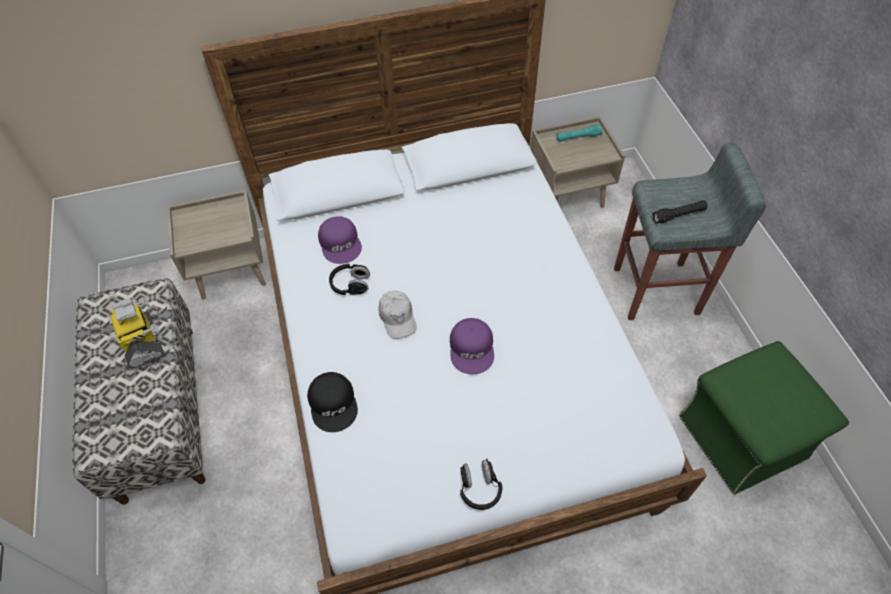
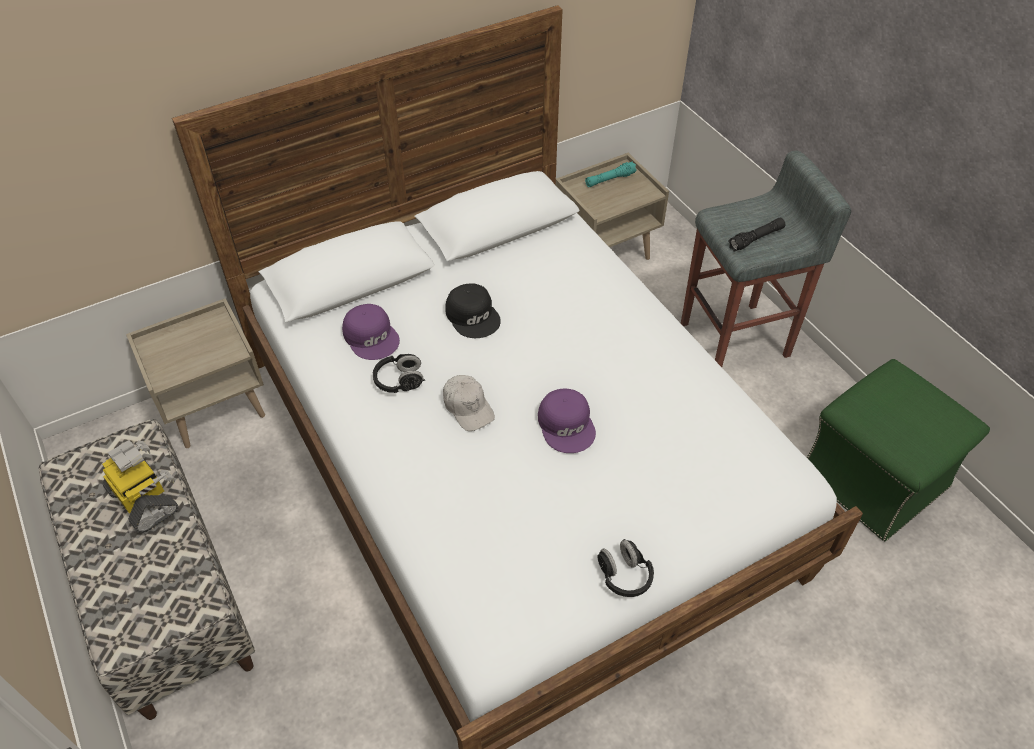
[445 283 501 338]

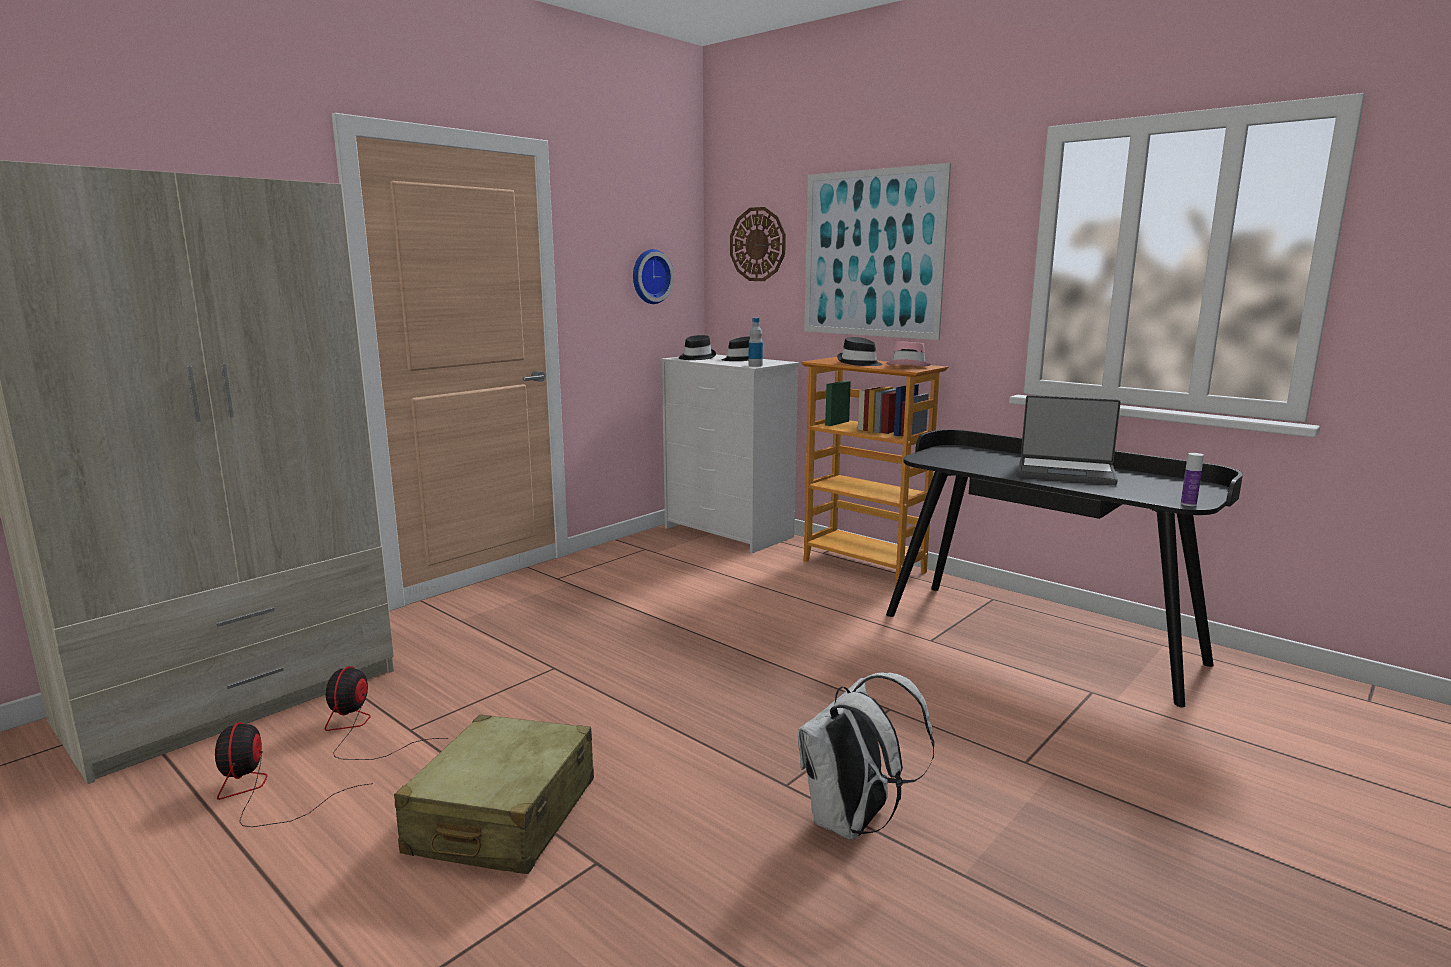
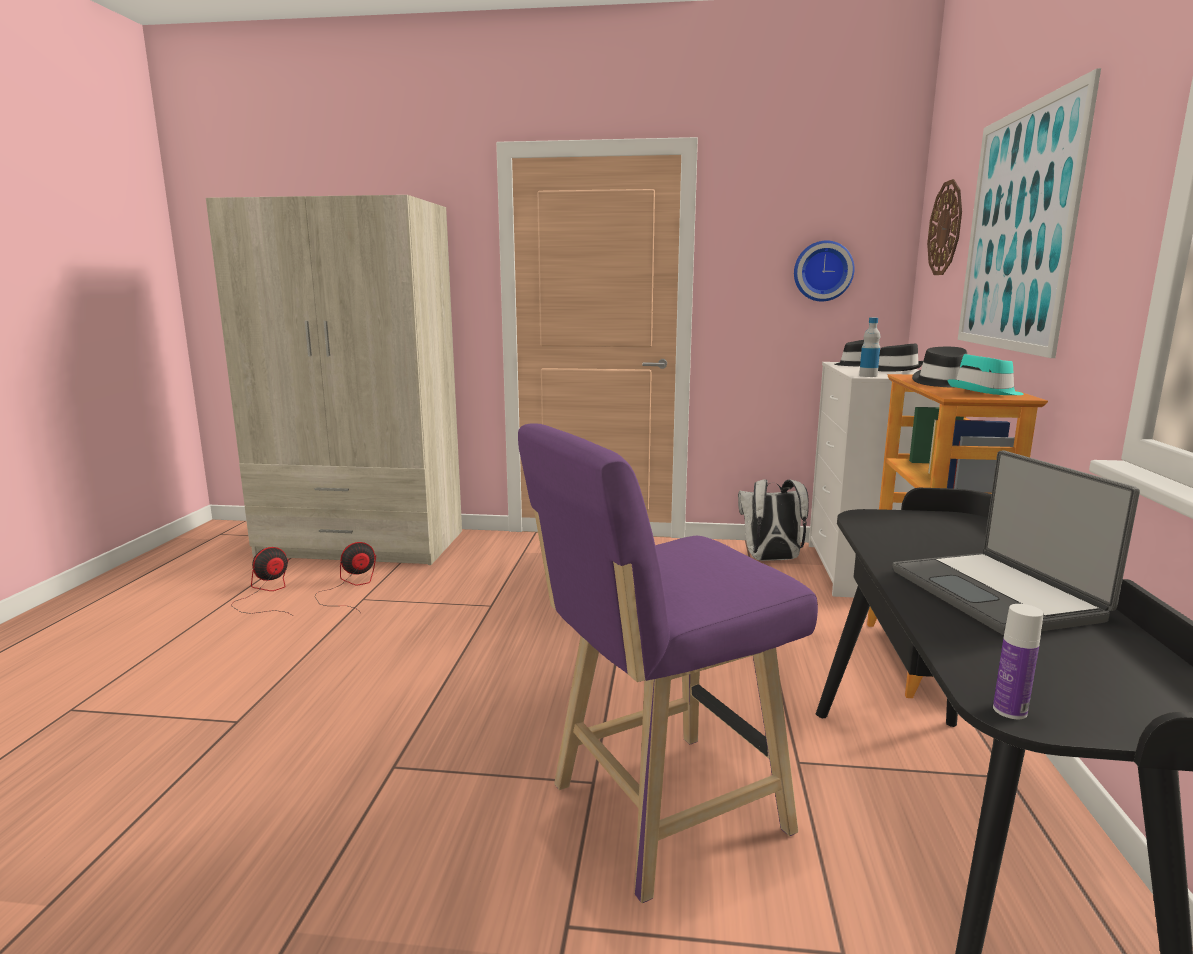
[518 423 818 903]
[738 479 809 561]
[948 354 1024 395]
[394 715 594 874] (first image)

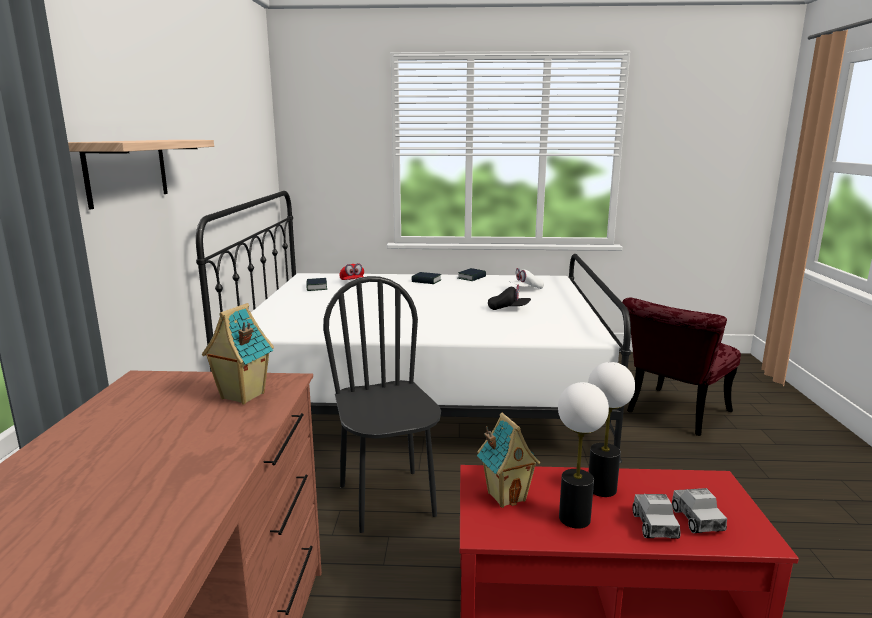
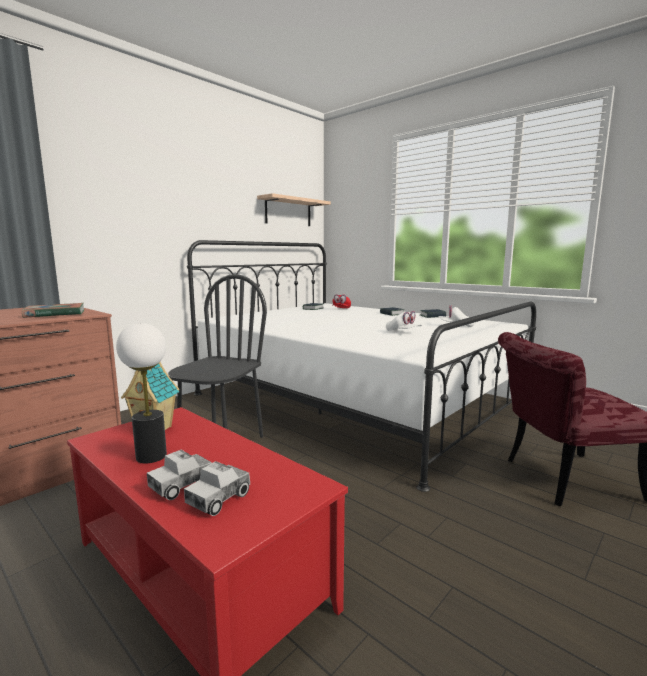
[22 303 84 318]
[257 193 331 226]
[386 311 422 331]
[588 362 635 497] (first image)

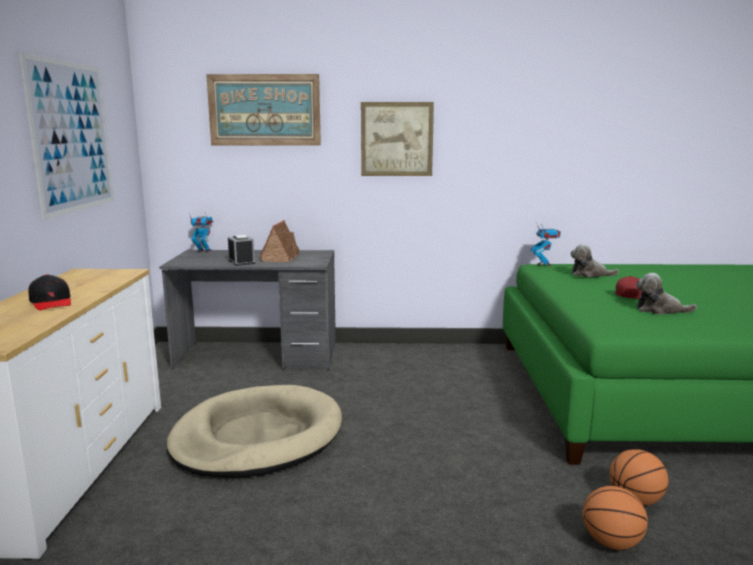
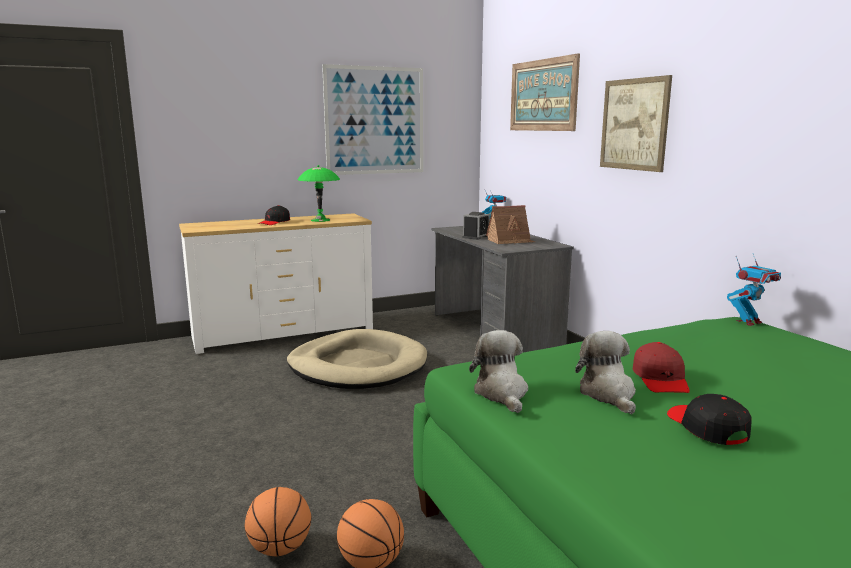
[298 165 340 222]
[469 330 528 413]
[667 394 752 445]

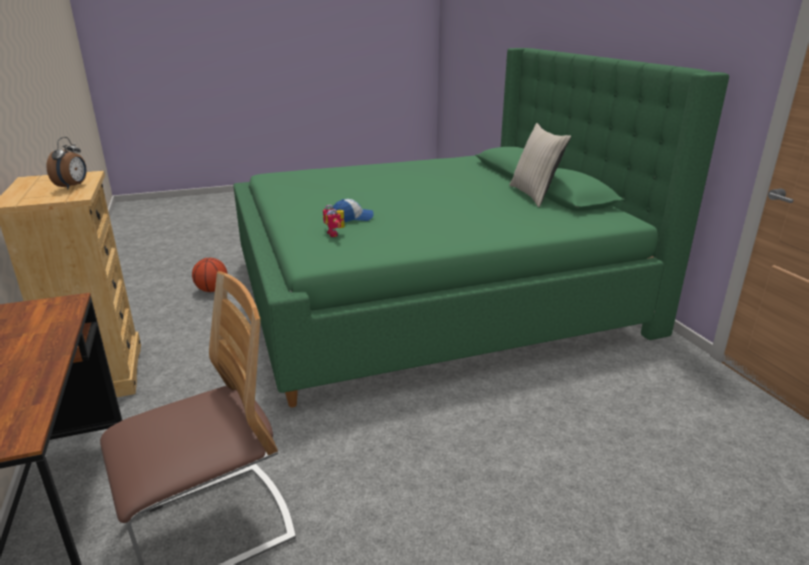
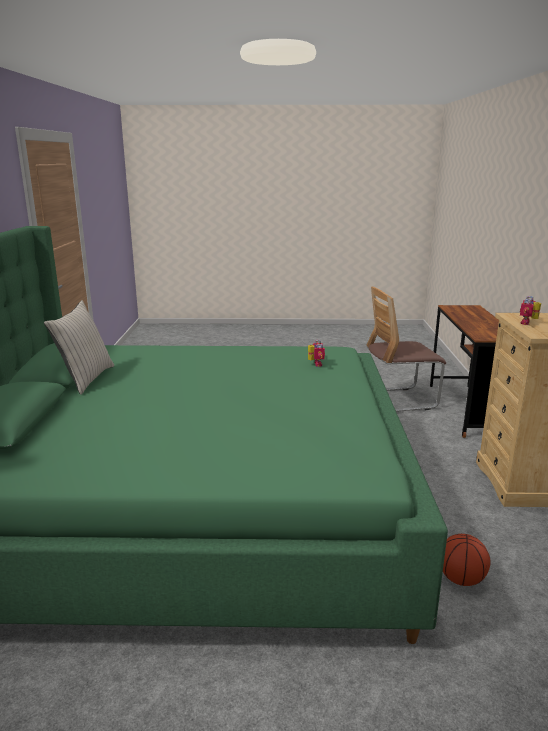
[520 296 541 325]
[333 199 374 222] (first image)

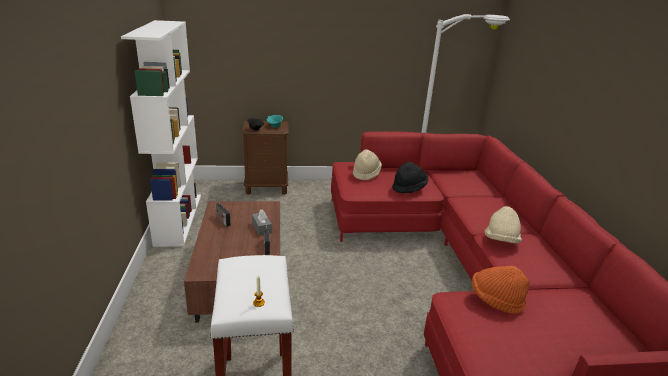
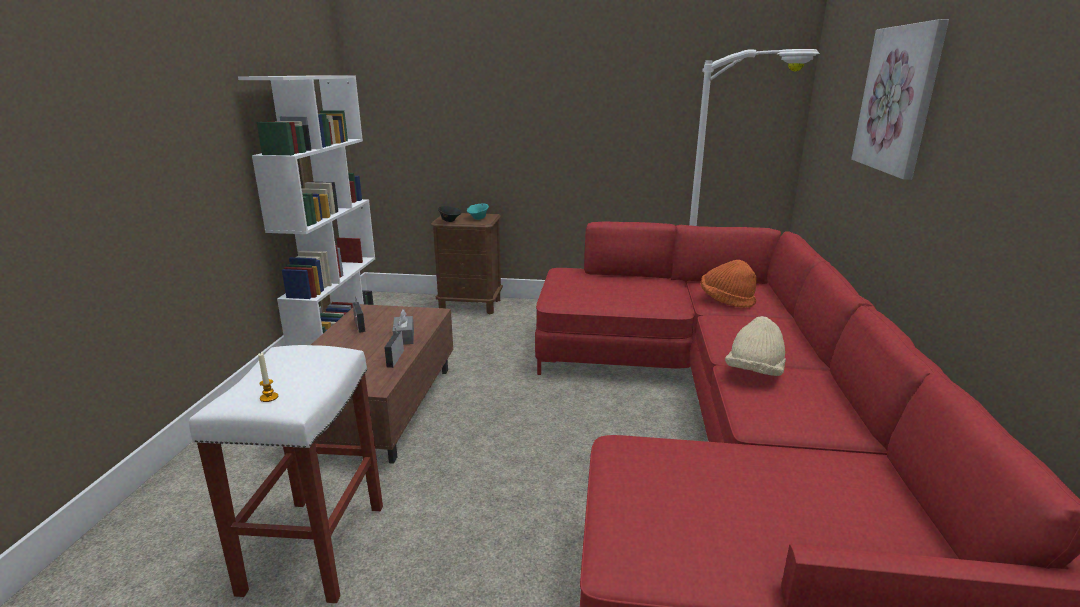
[701 260 757 308]
[851 19 949 180]
[353 149 382 181] (first image)
[392 162 428 193] (first image)

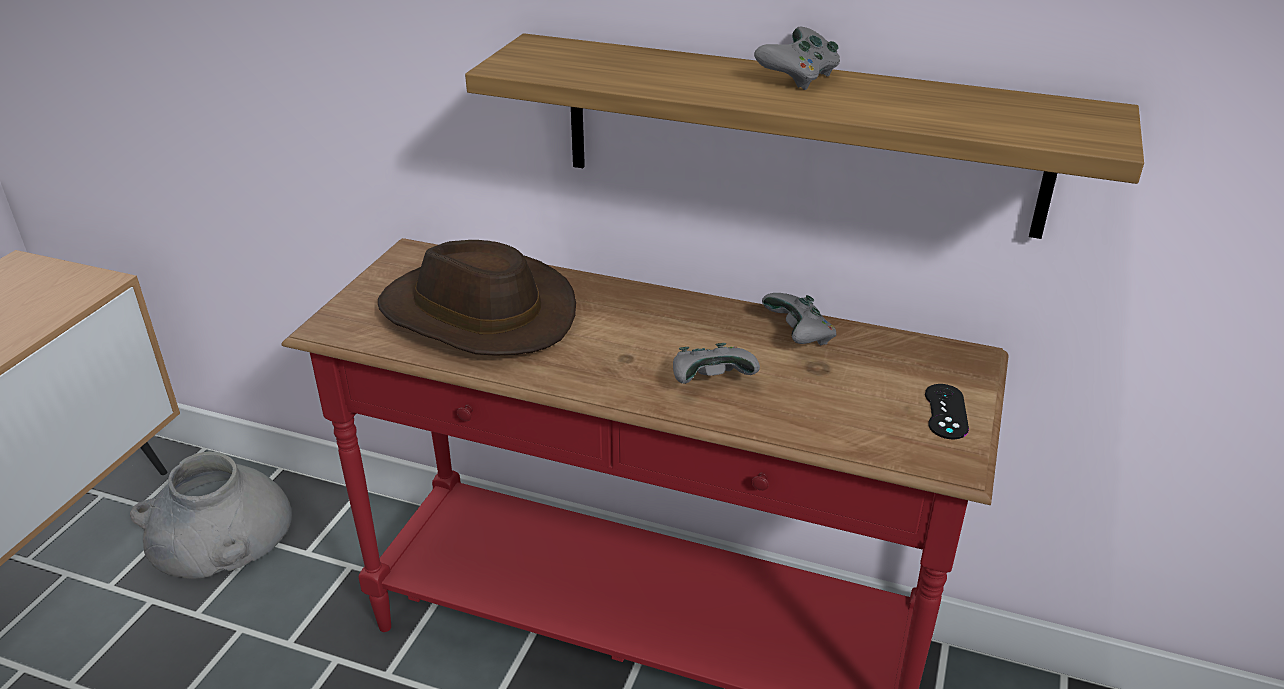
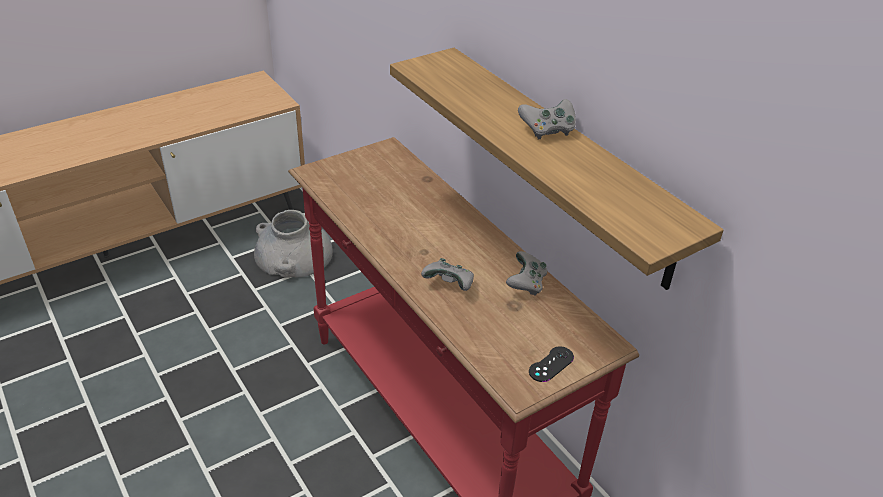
[378 240 576 356] (first image)

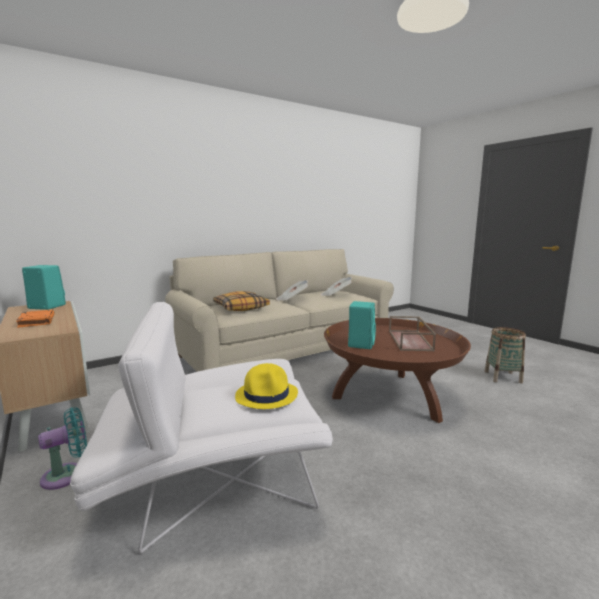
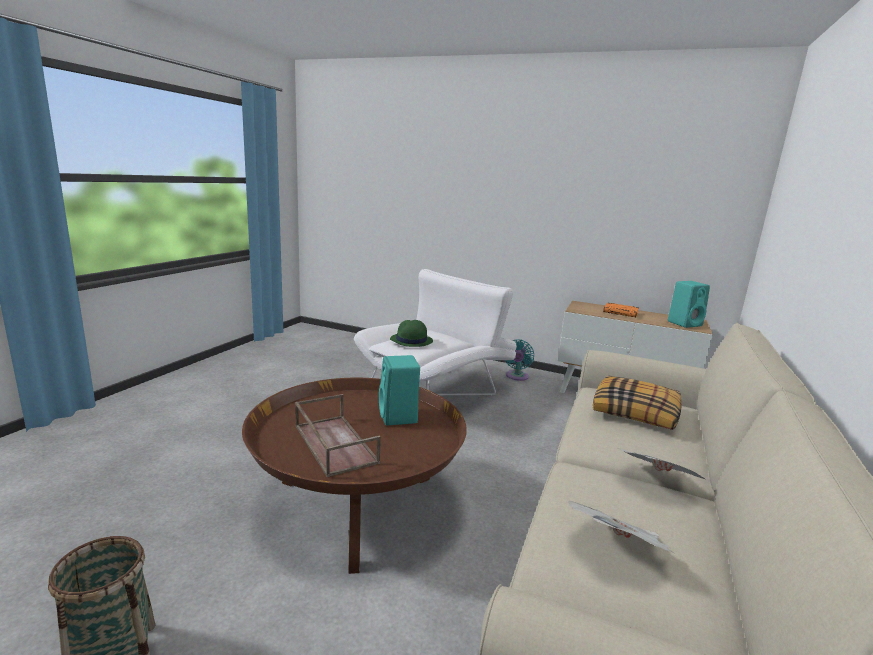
[390 320 433 347]

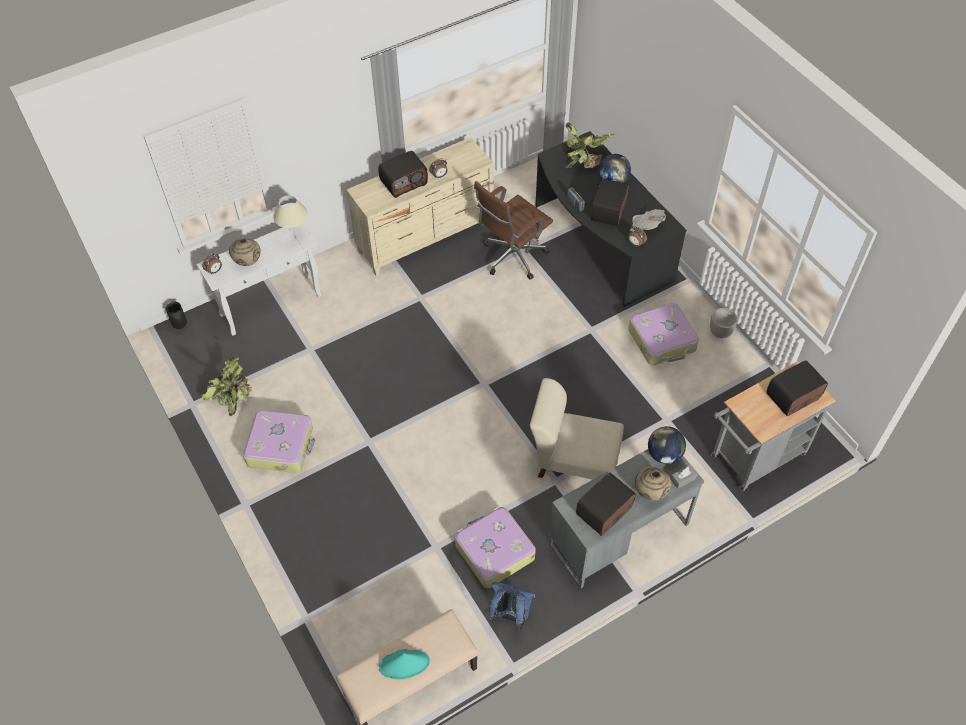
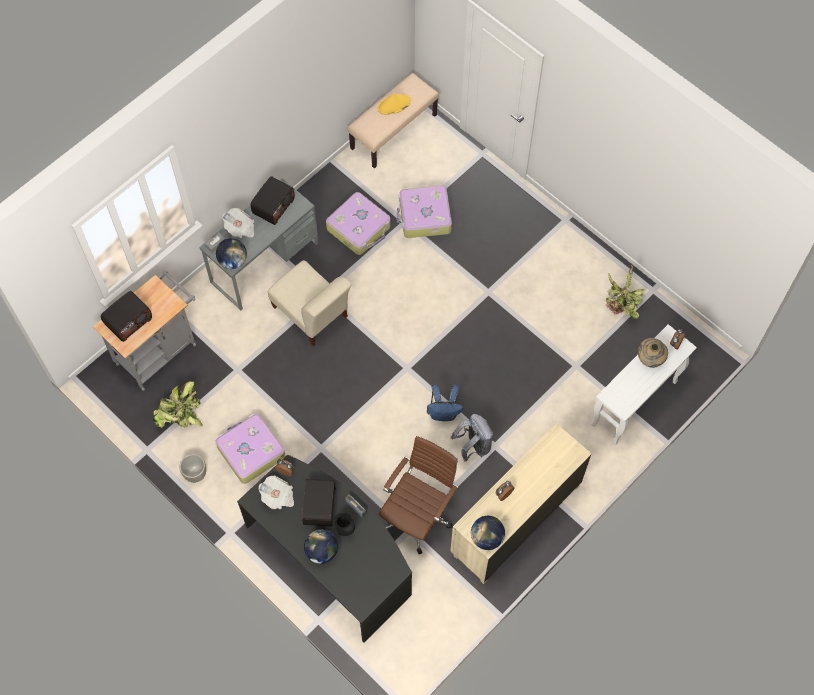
[153 381 203 428]
[222 208 254 238]
[268 260 352 346]
[334 513 355 536]
[378 94 411 115]
[397 186 452 238]
[427 384 463 421]
[451 414 494 462]
[471 516 505 550]
[273 195 308 238] (first image)
[378 151 428 198] (first image)

